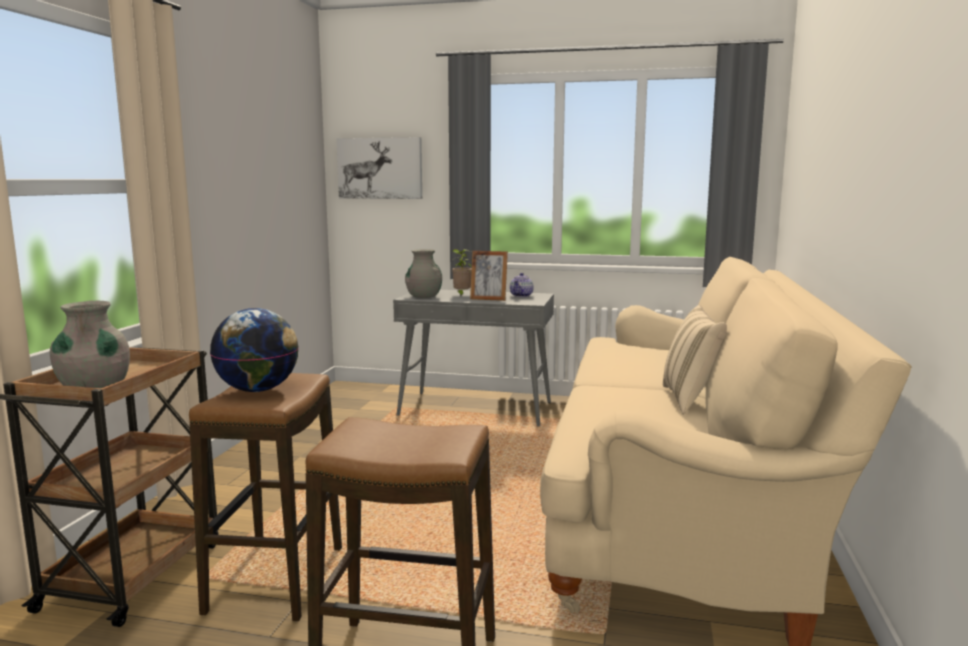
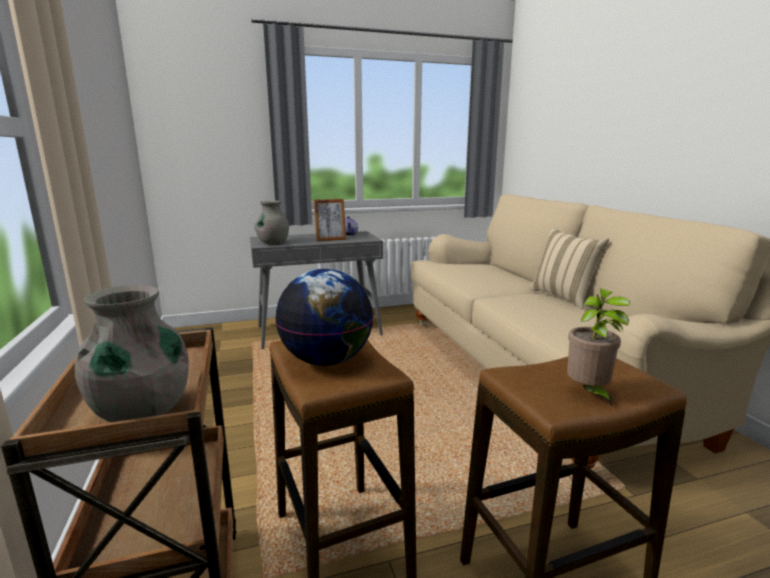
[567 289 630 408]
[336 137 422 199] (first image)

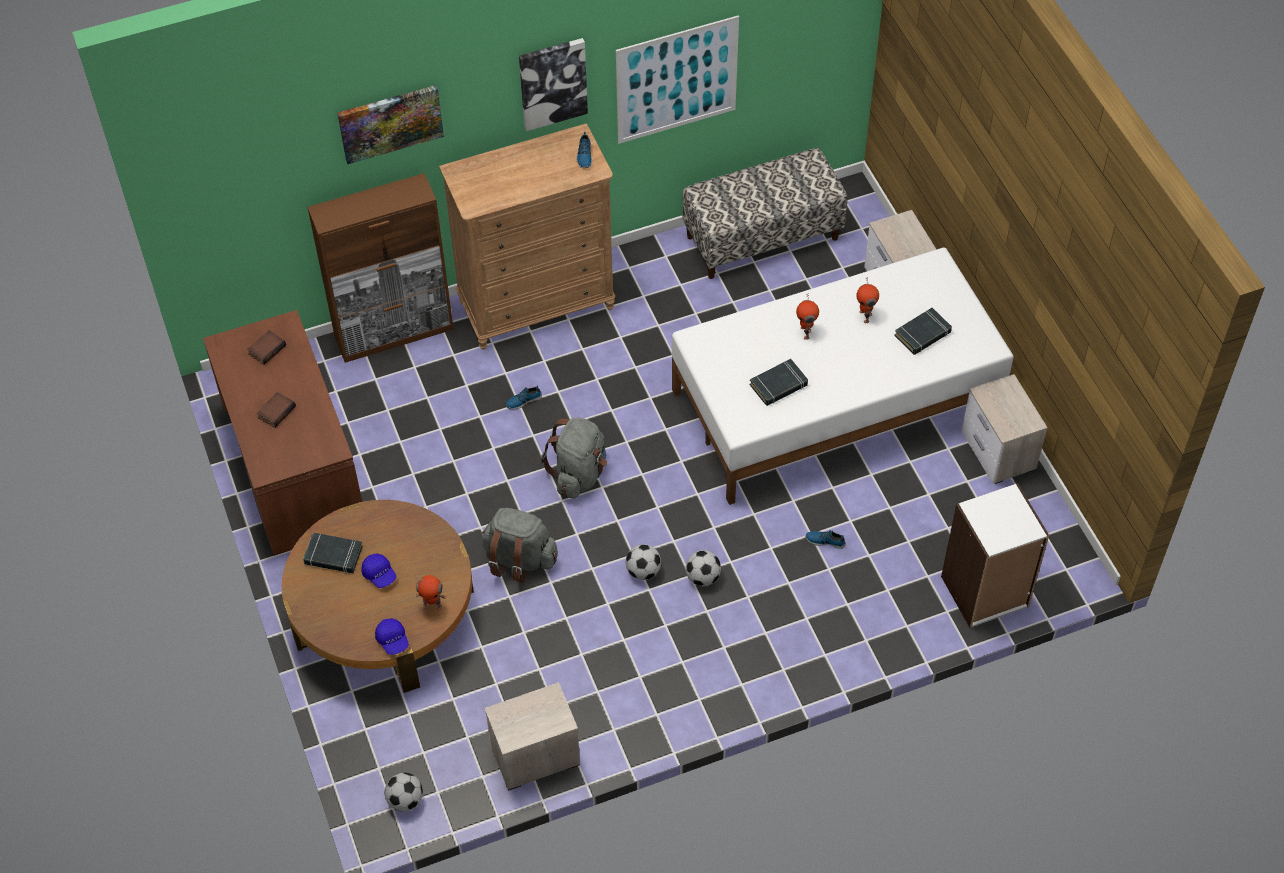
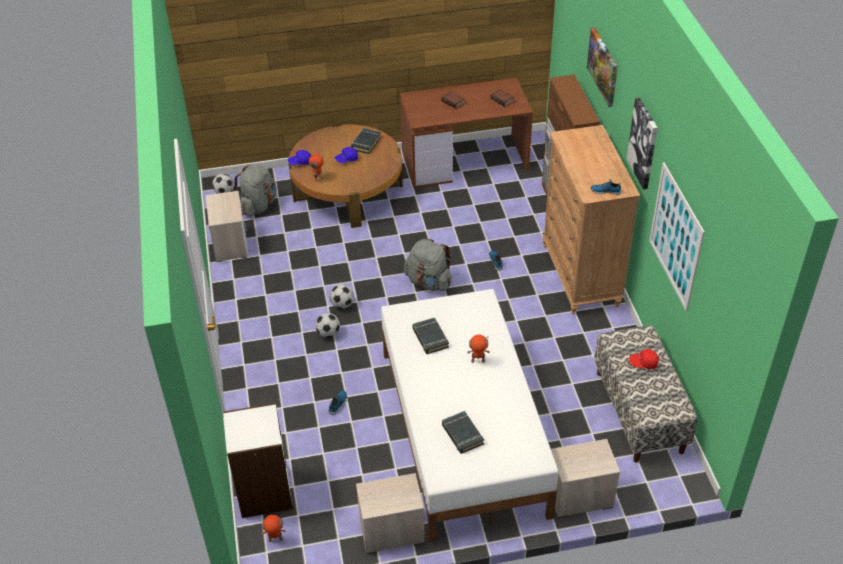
[233 164 277 216]
[262 515 286 542]
[629 349 659 369]

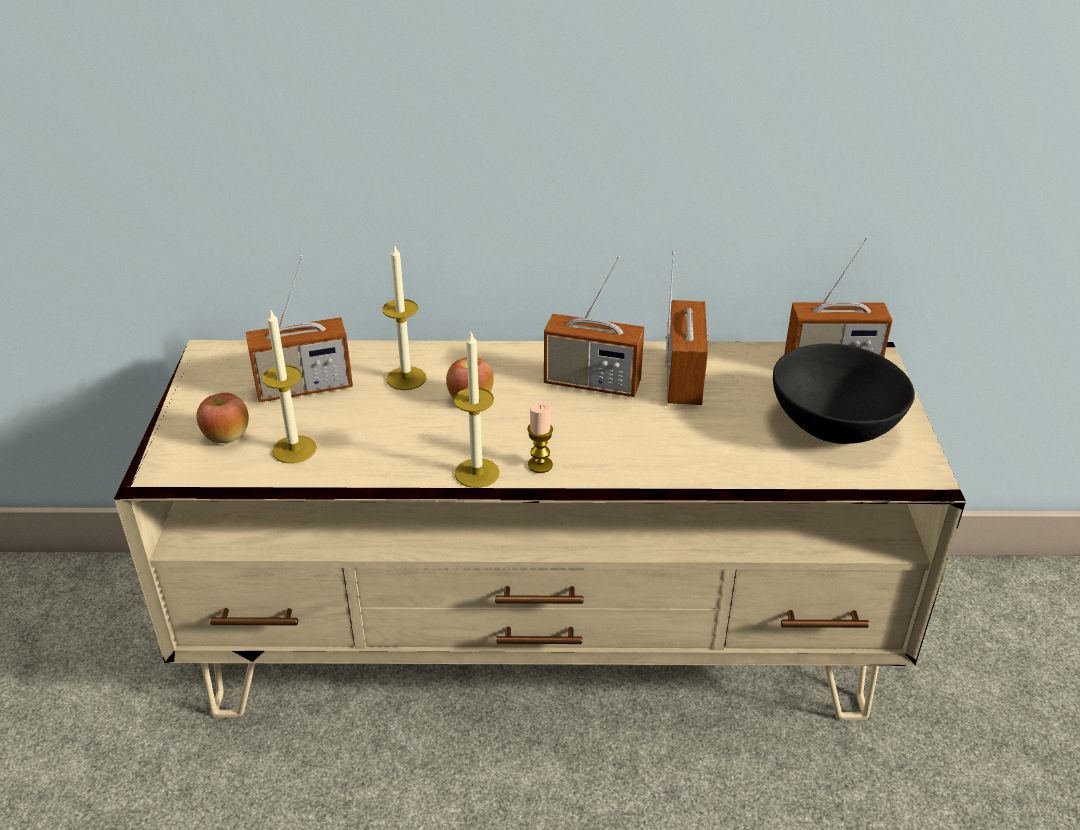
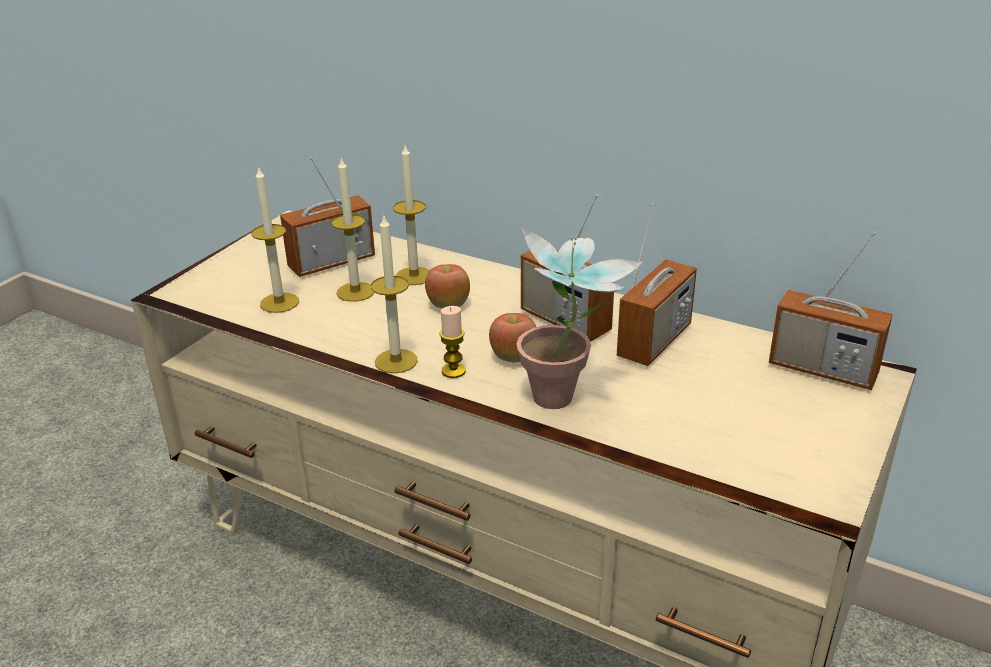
[280 157 375 277]
[331 157 374 302]
[489 313 536 362]
[516 227 643 409]
[773 344 915 444] (first image)

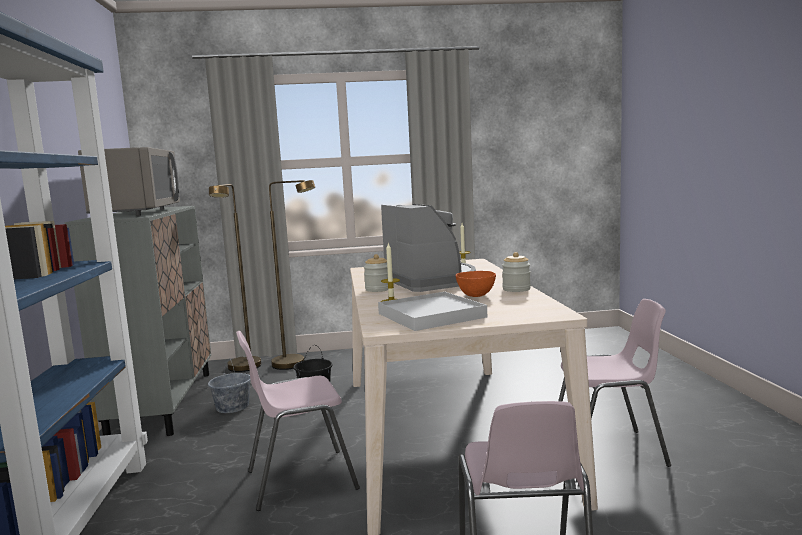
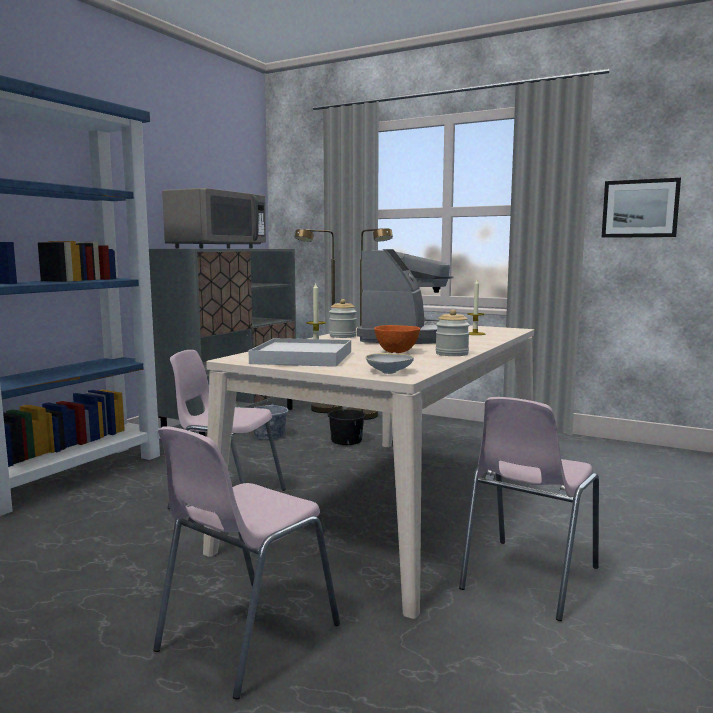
[366 352 414 374]
[459 397 599 621]
[602 178 681 238]

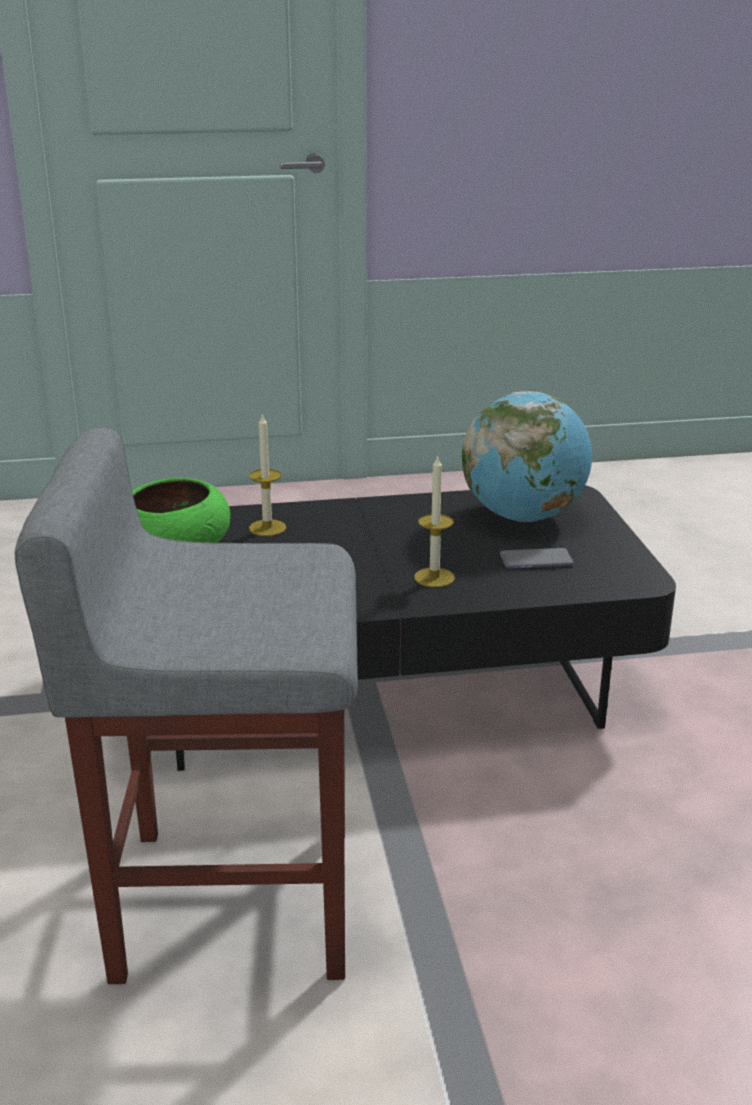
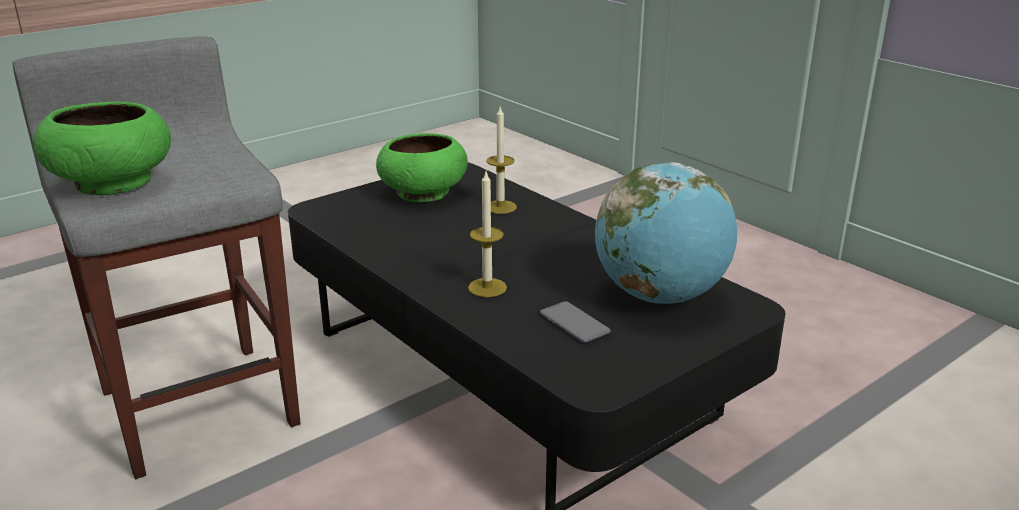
[33 102 171 195]

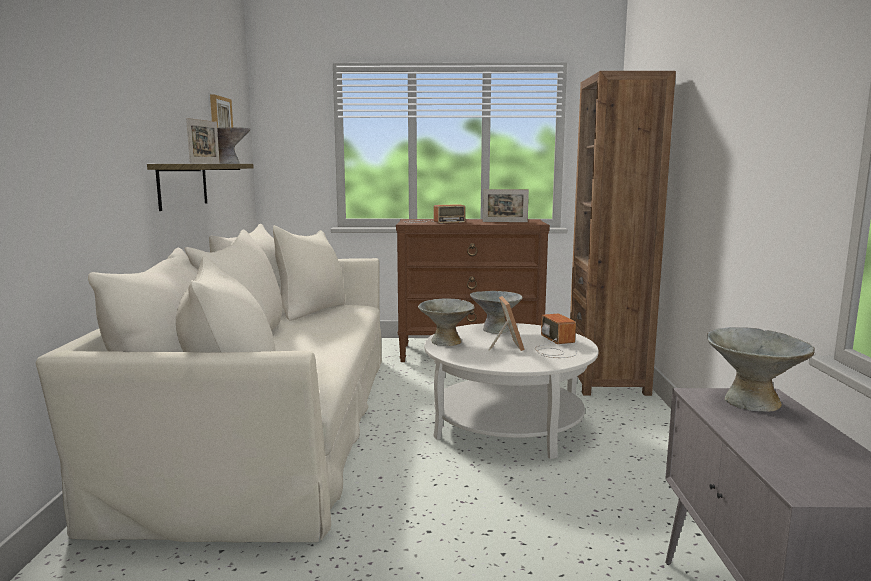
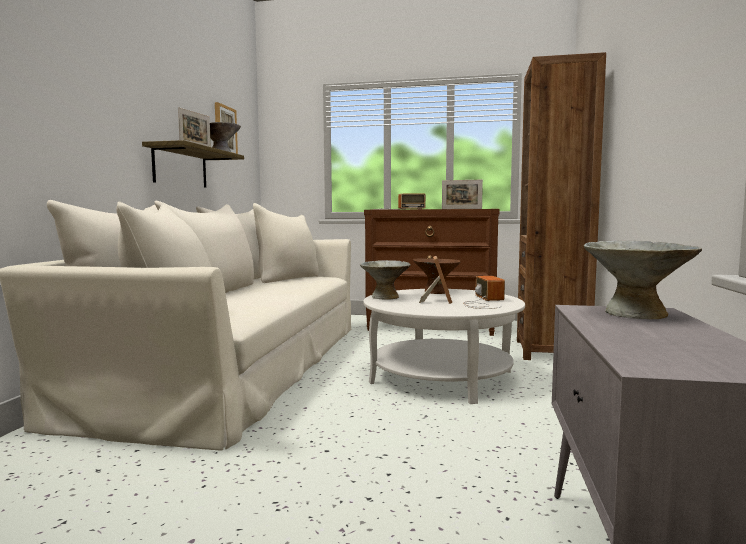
[413 258 461 294]

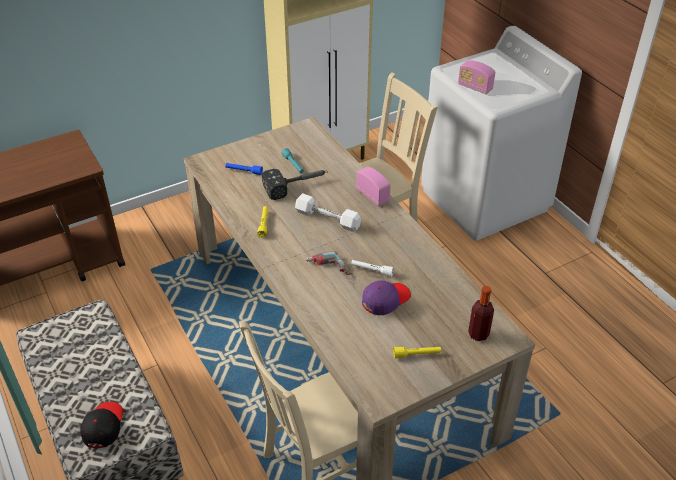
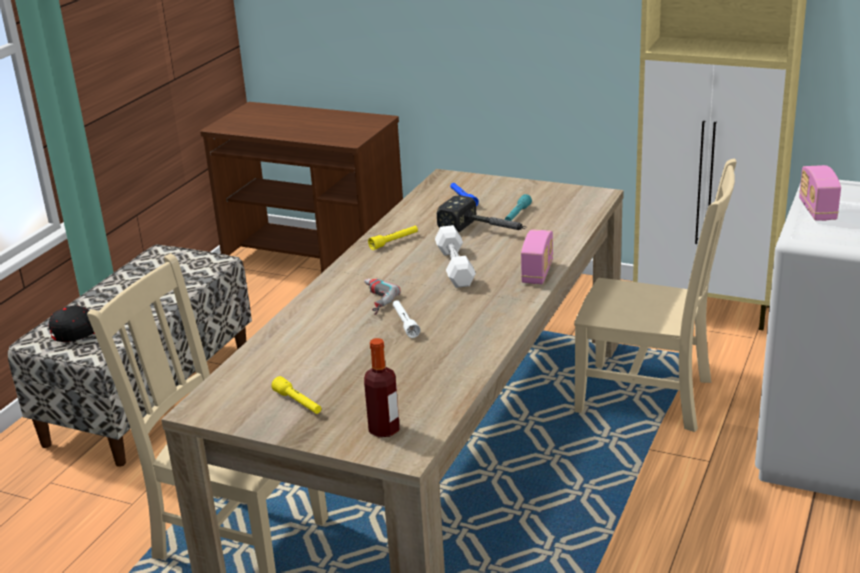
[362 280 411 315] (first image)

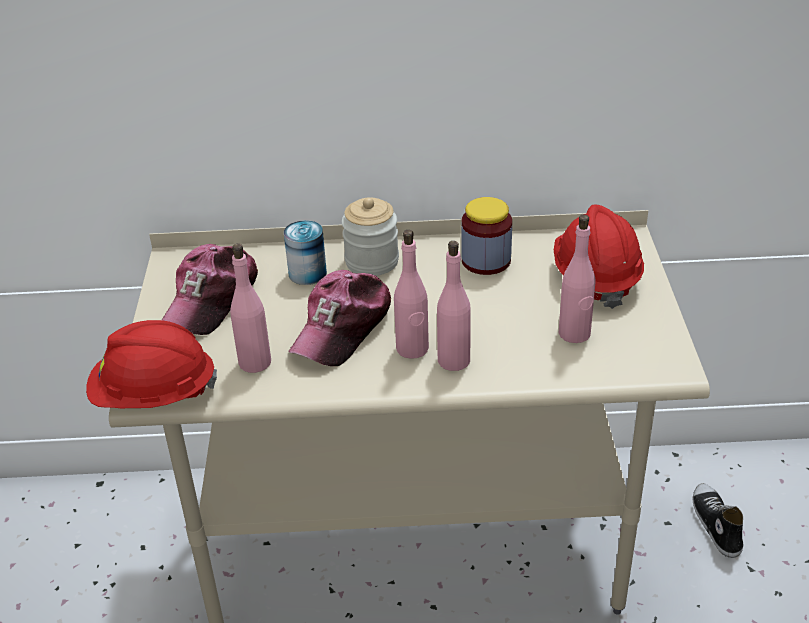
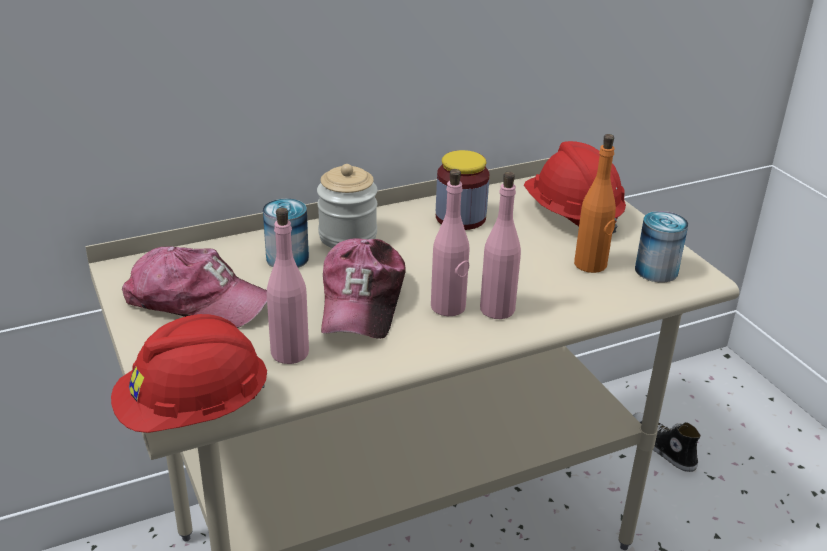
[122 246 267 328]
[574 134 616 273]
[635 211 688 282]

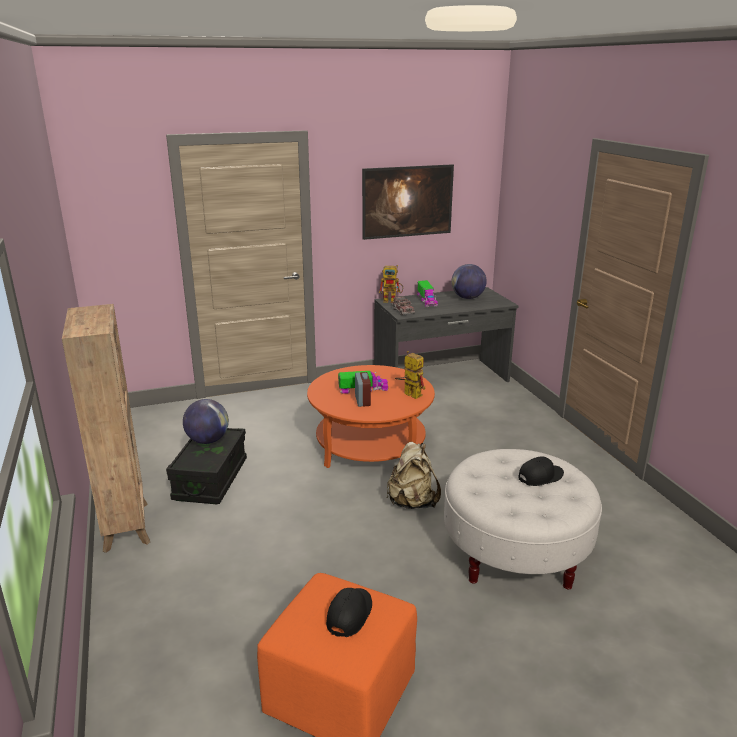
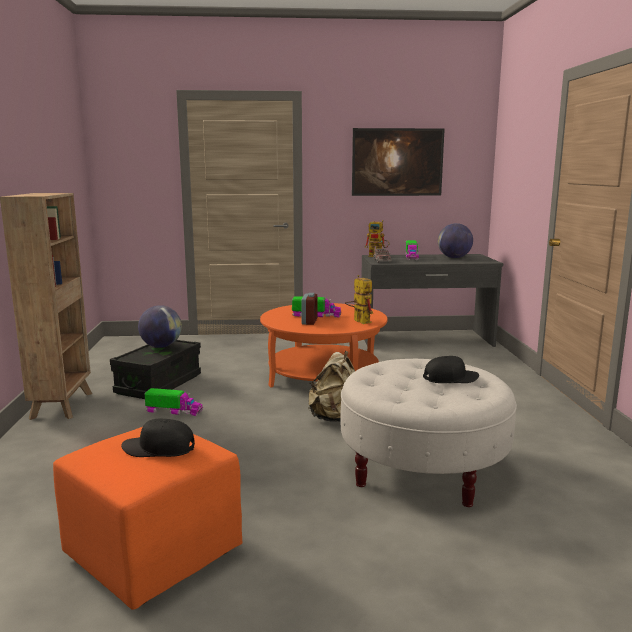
[121 419 195 457]
[145 388 203 416]

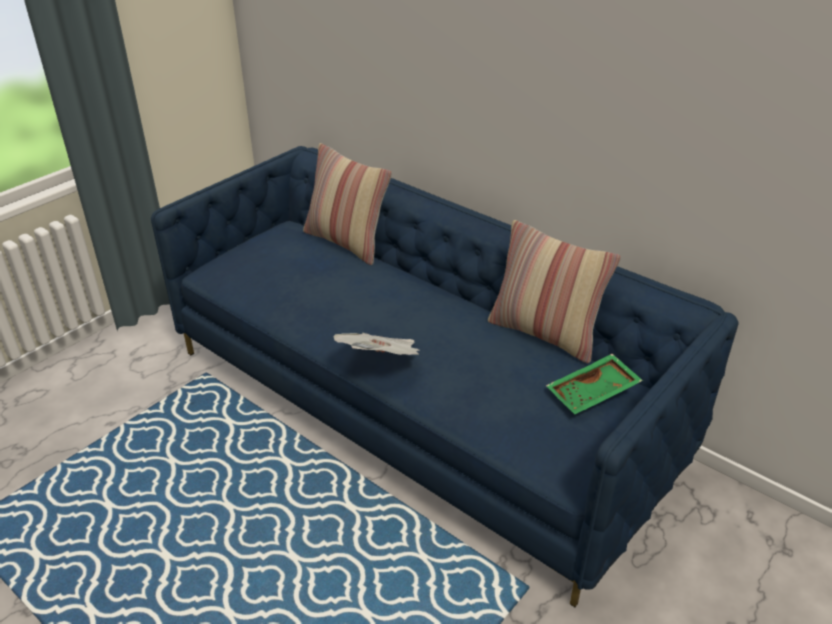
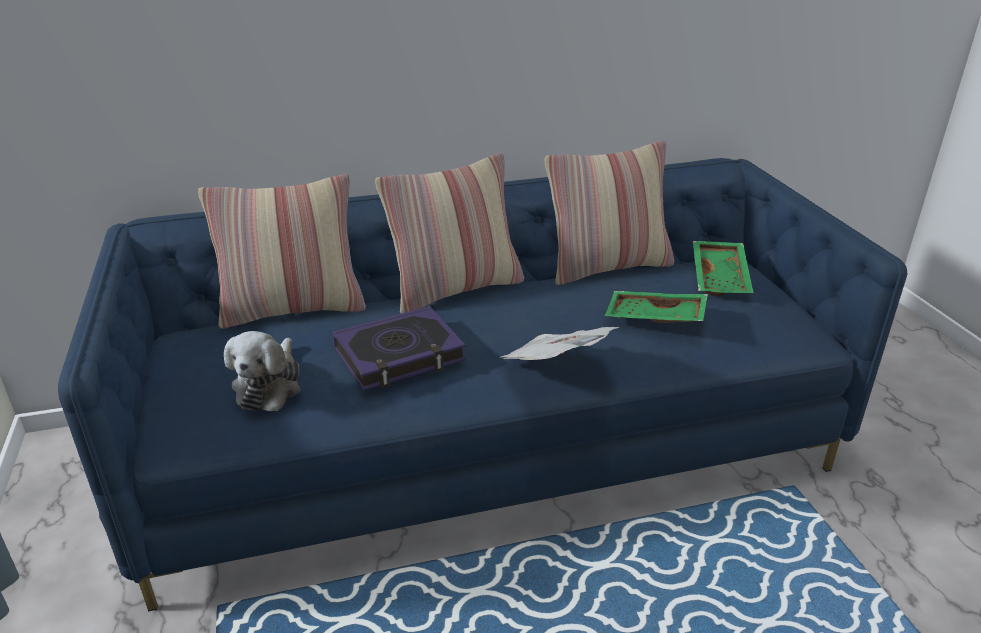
[224 331 300 411]
[333 306 466 391]
[375 153 524 314]
[605 291 708 323]

